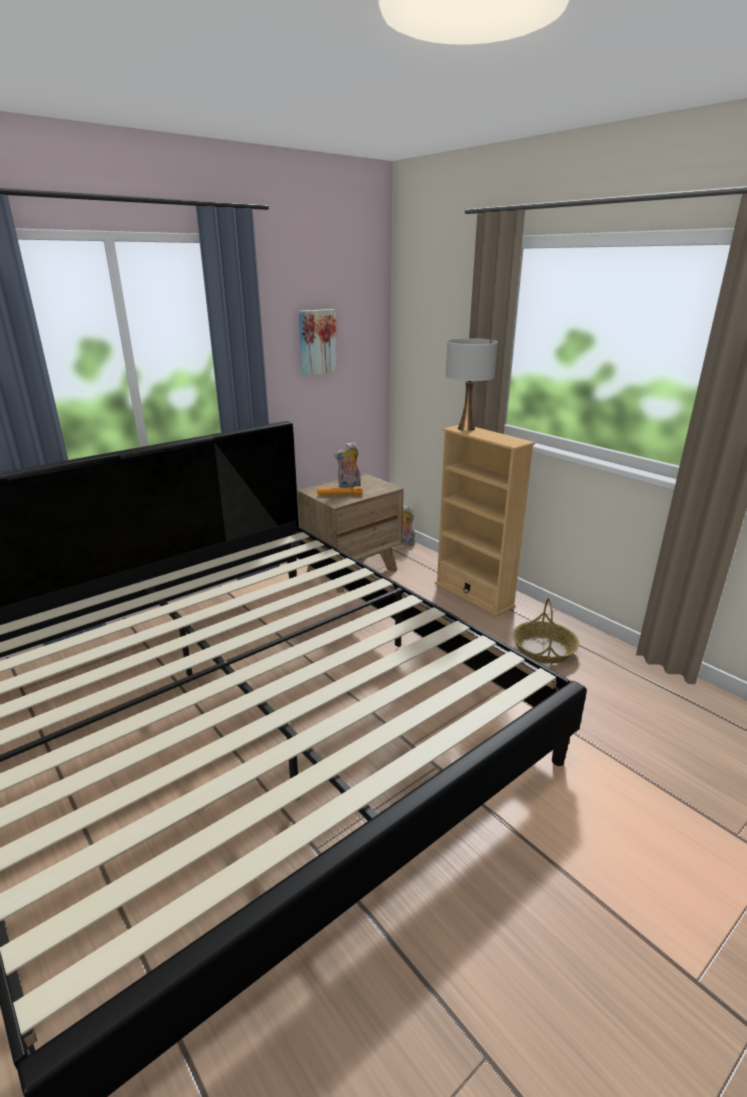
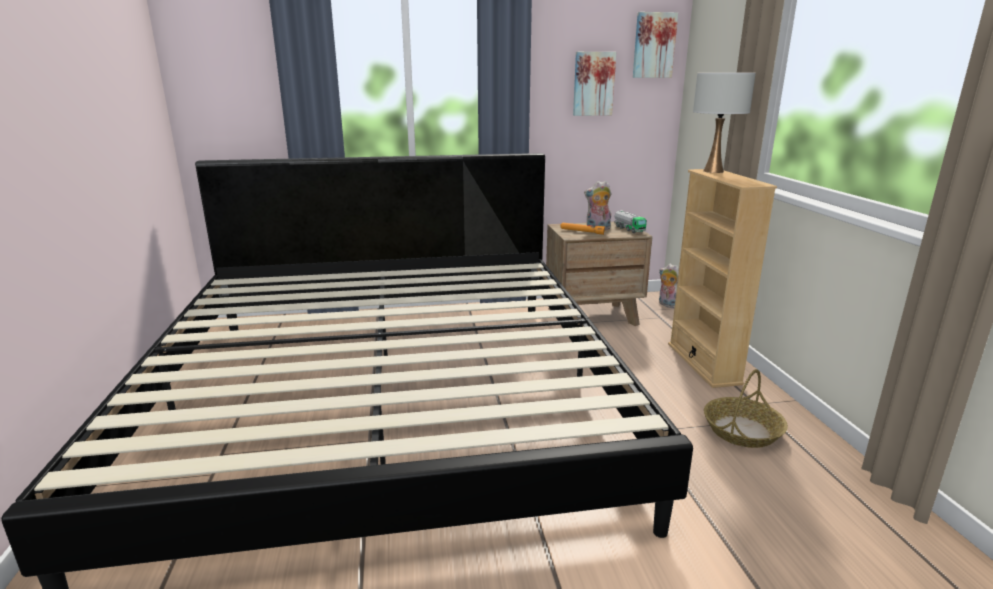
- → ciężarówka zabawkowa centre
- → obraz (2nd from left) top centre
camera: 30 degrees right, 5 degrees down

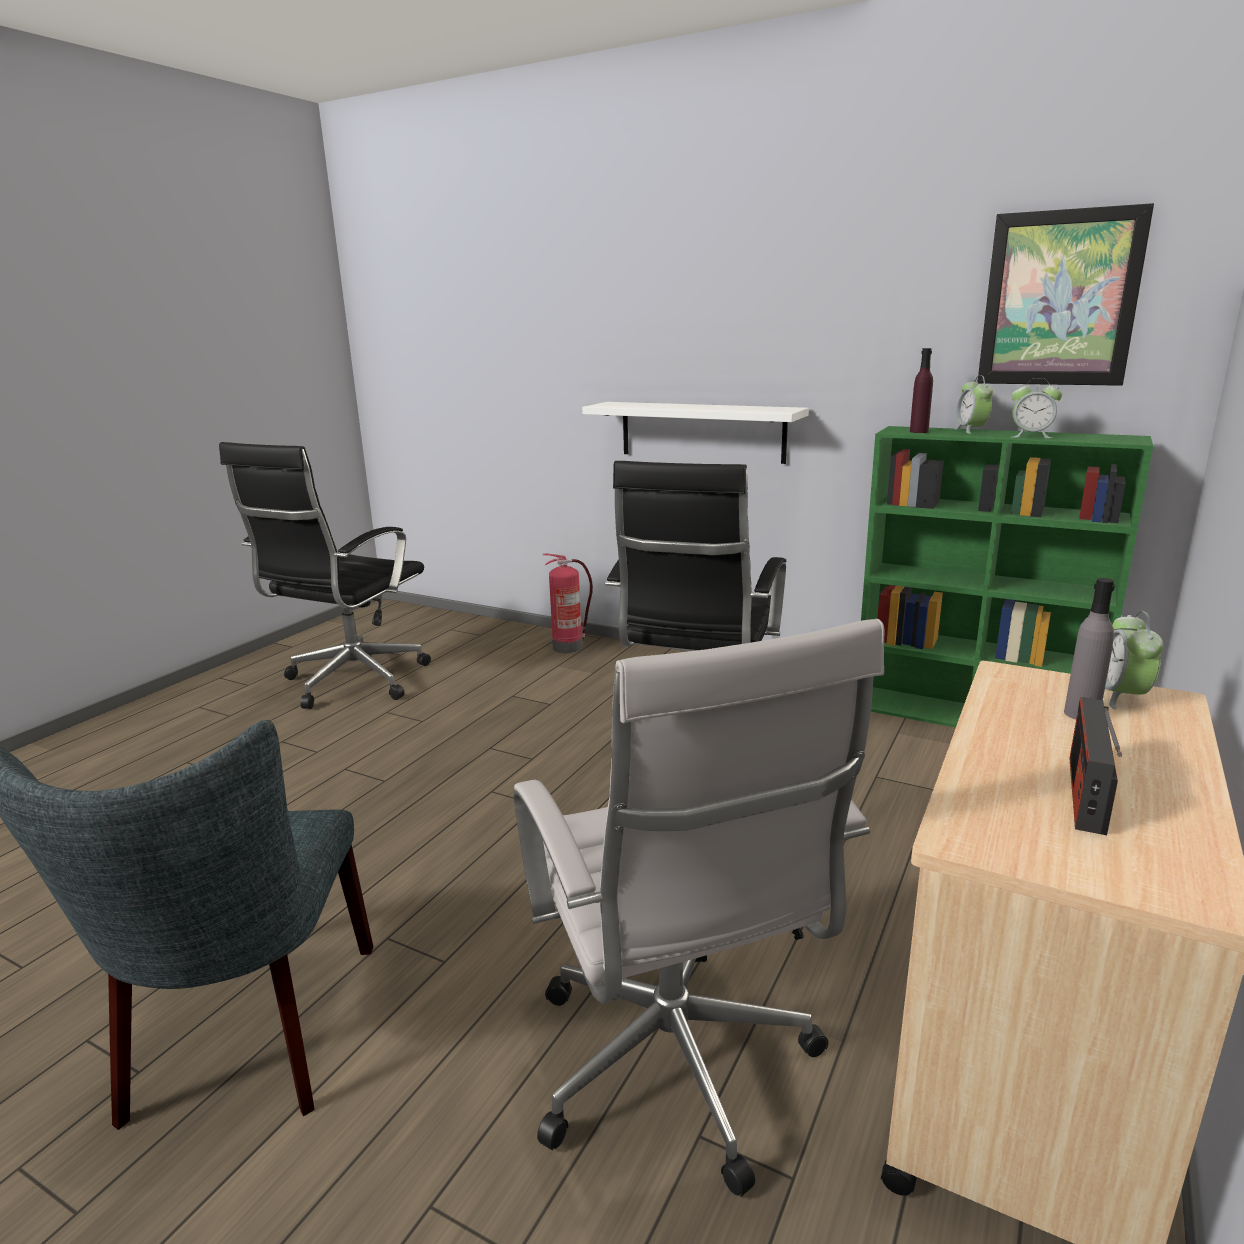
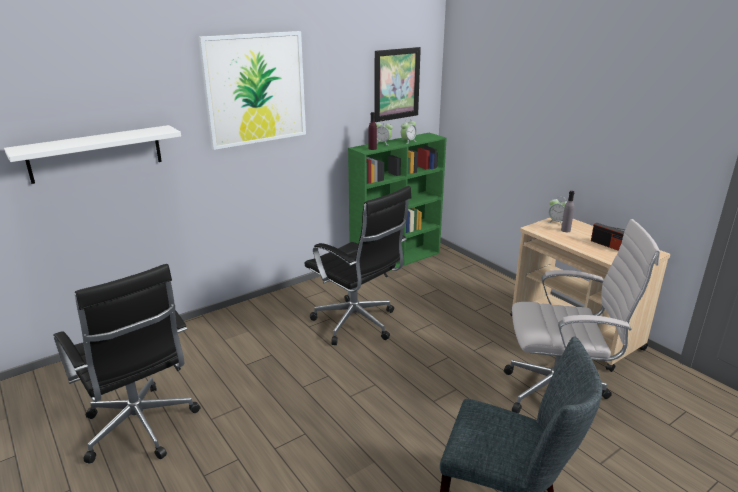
półka (biały) centre → półka (biały) top left, move
- → obraz (1st from left) top centre
gaśnica centre → -
camera: 65 degrees left, 5 degrees up

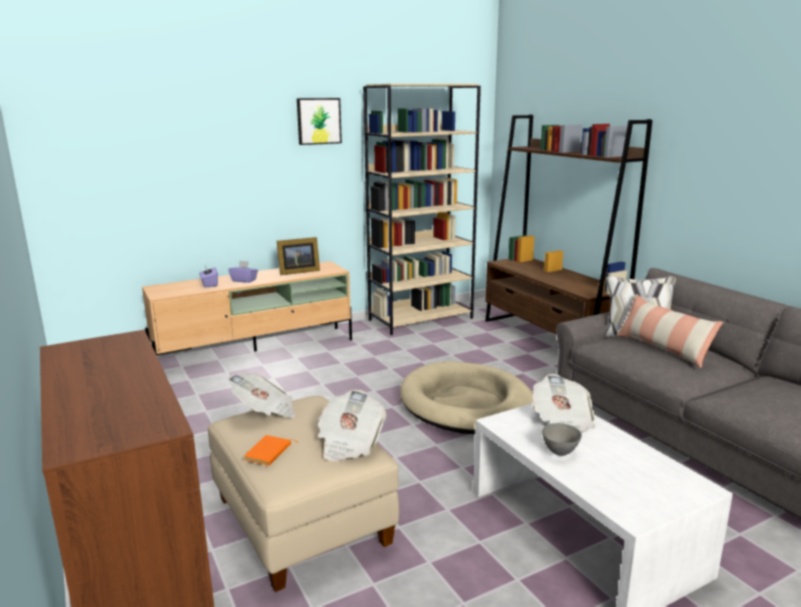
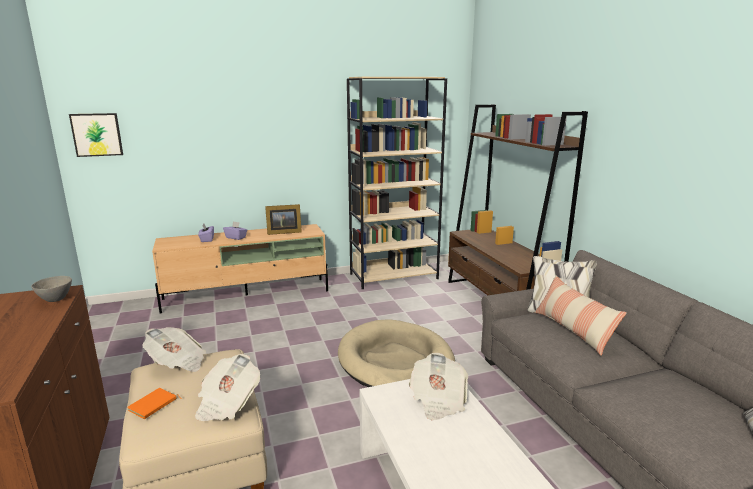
miska (szary) bottom right → miska (szary) middle left, move
obraz top centre → obraz top left, move
camera: 10 degrees right, 0 degrees up

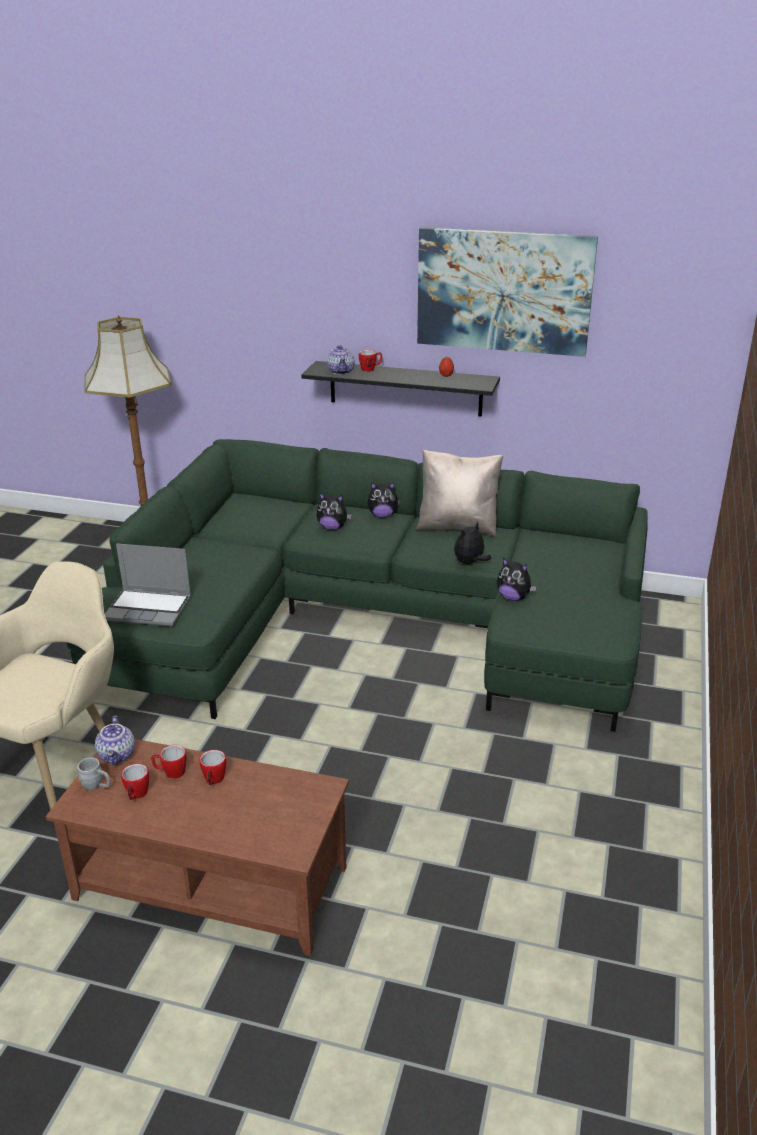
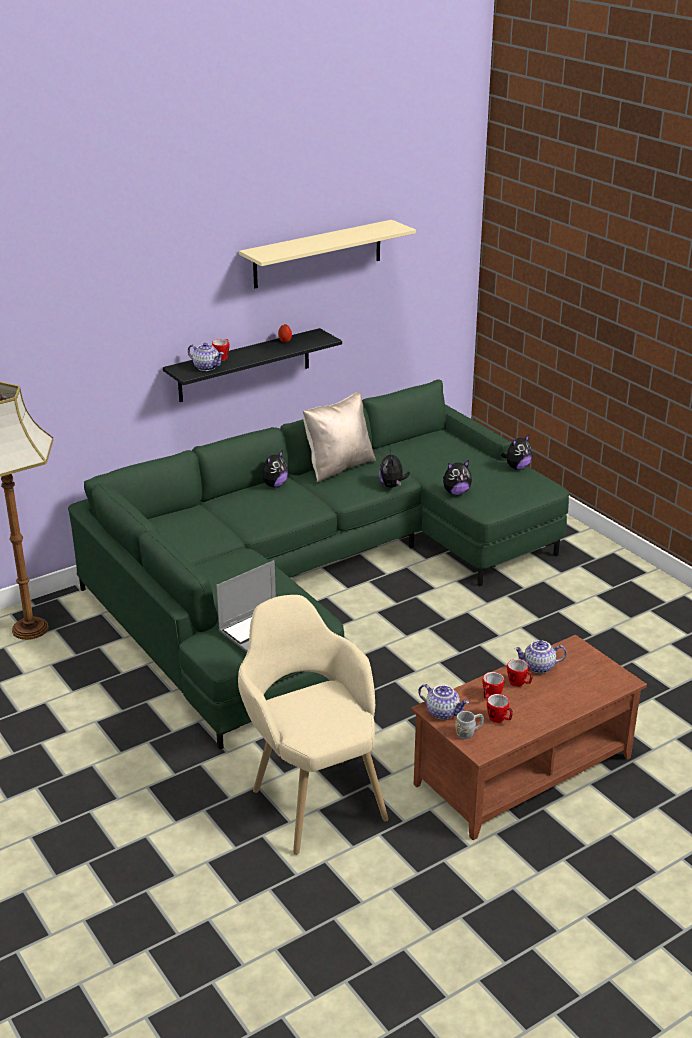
obraz top right → półka (beżowy) top centre
pluszak (1st from left in the first image) centre → pluszak (4th from left) middle right, move
- → imbryk (3rd from left) middle right
camera: 50 degrees left, 0 degrees up

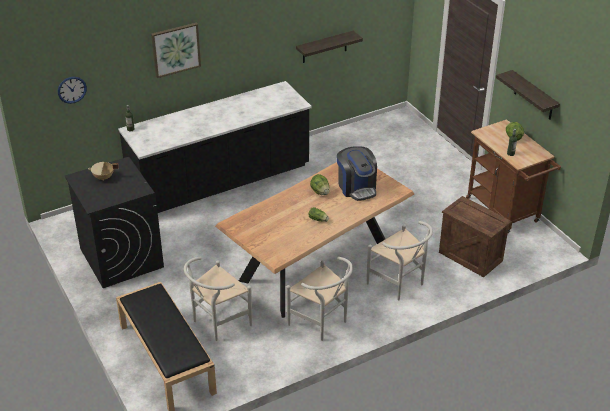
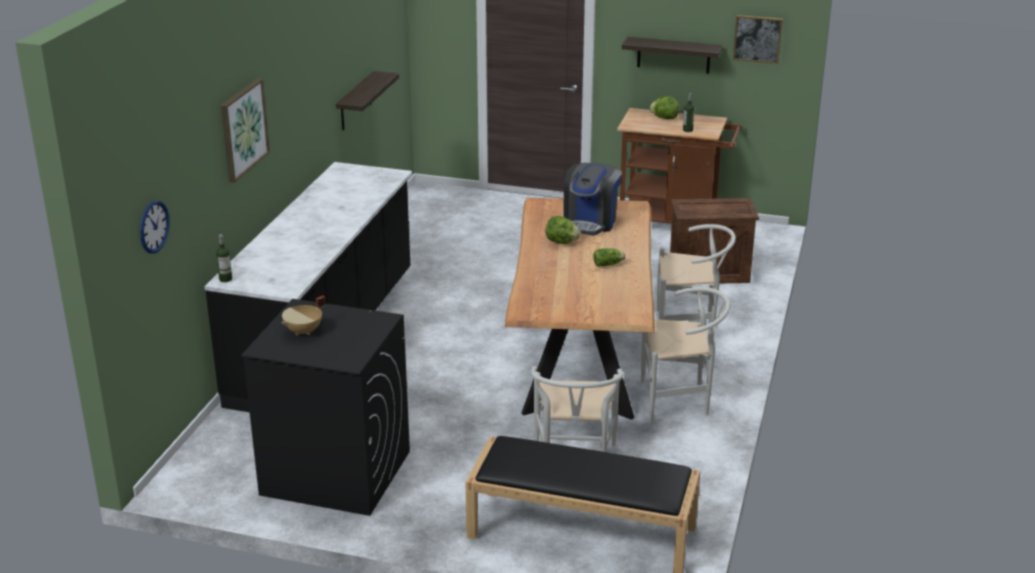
ekspres do kawy centre, 90 degrees clockwise
- → obraz (2nd from left) top right
camera: 45 degrees left, 10 degrees down

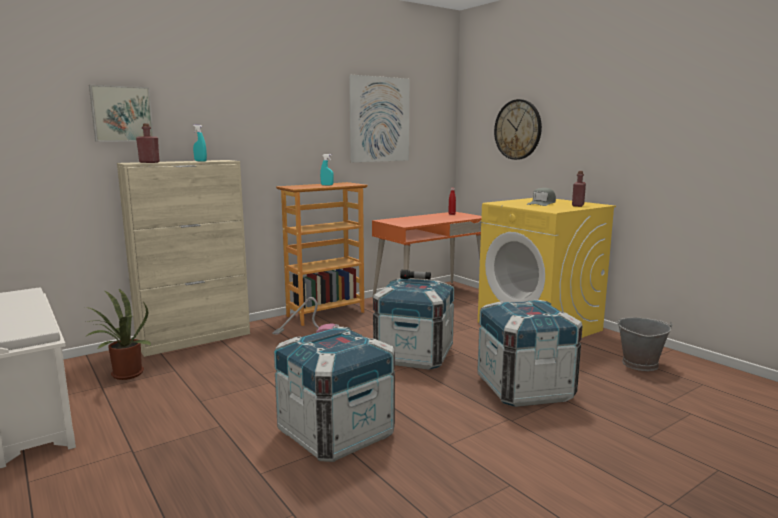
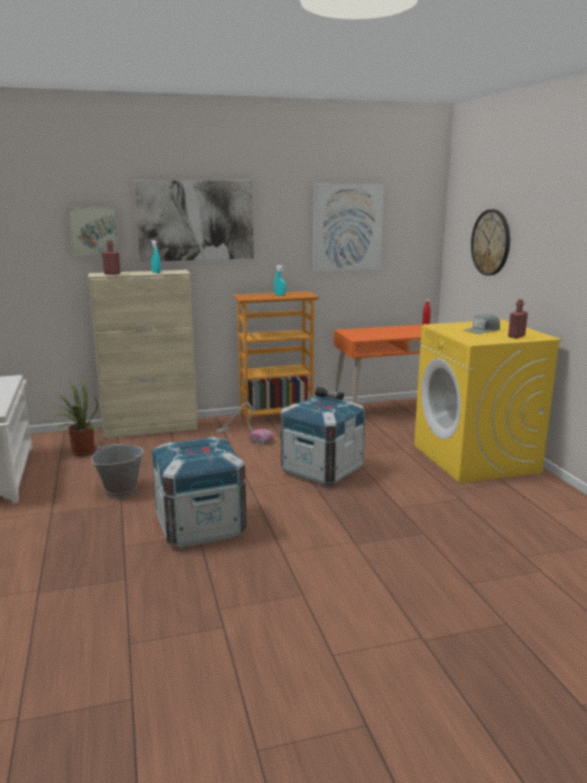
wiadro (szary) middle right → wiadro (szary) middle left, move
- → obraz (2nd from left) top left
skrzynka (3rd from left) bottom right → -
camera: 20 degrees right, 5 degrees up

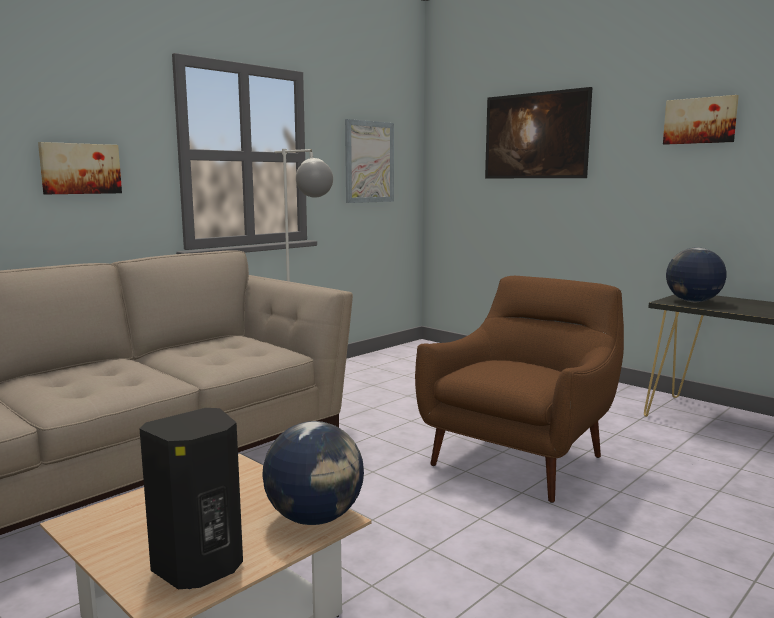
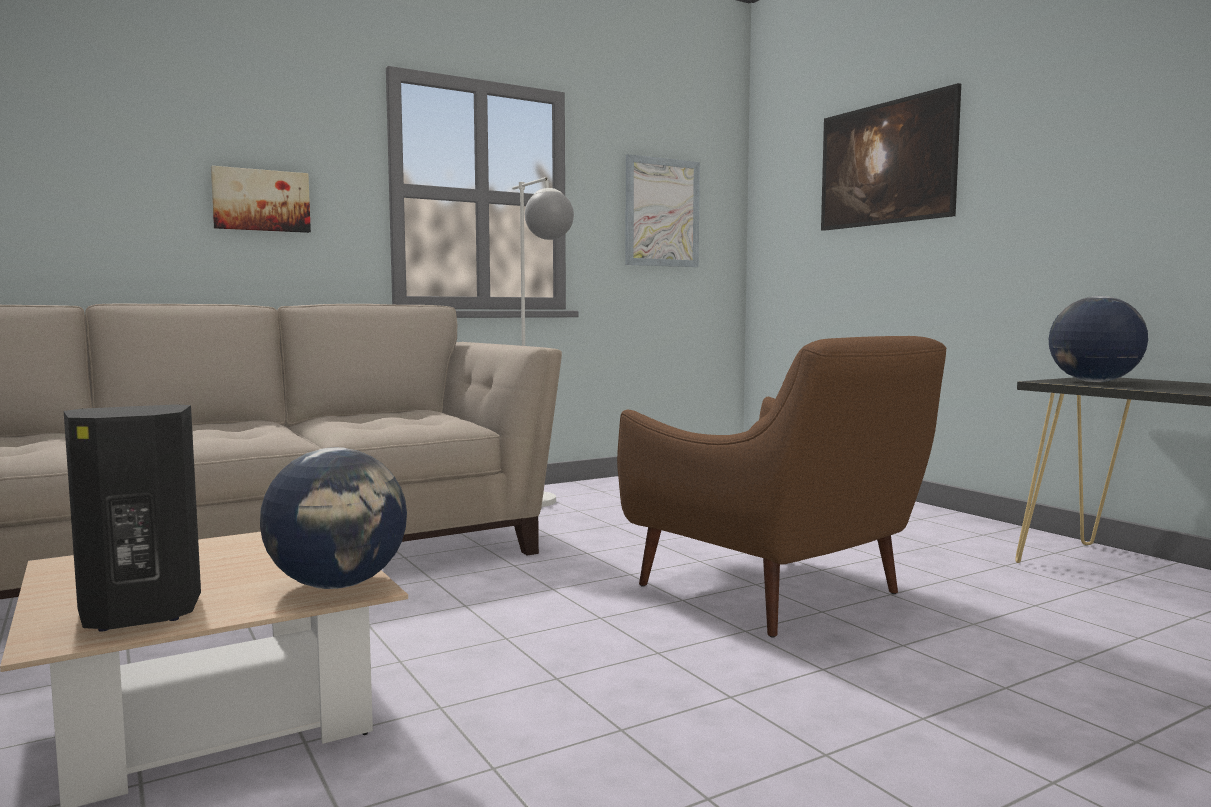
fotel (brązowy) middle right → fotel (brązowy) centre, 90 degrees clockwise
obraz (4th from left) top right → -
camera: 15 degrees right, 5 degrees down

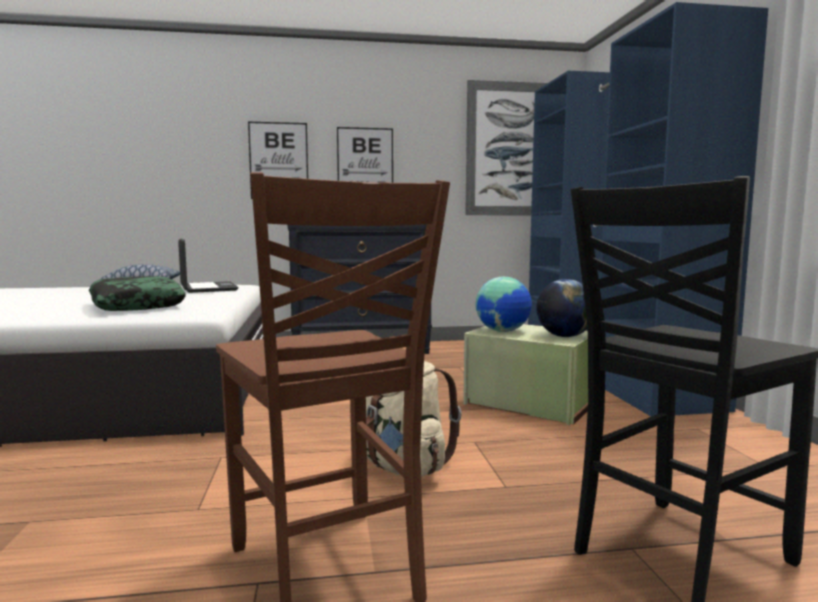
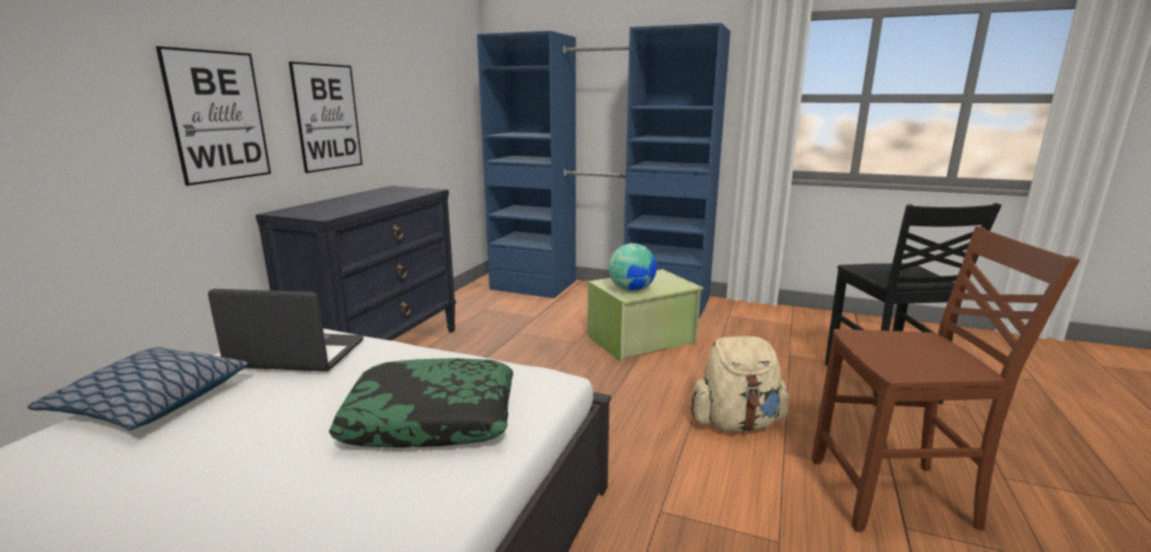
obraz (3rd from left) top centre → -
globus (2nd from left) middle right → -
camera: 60 degrees left, 10 degrees up

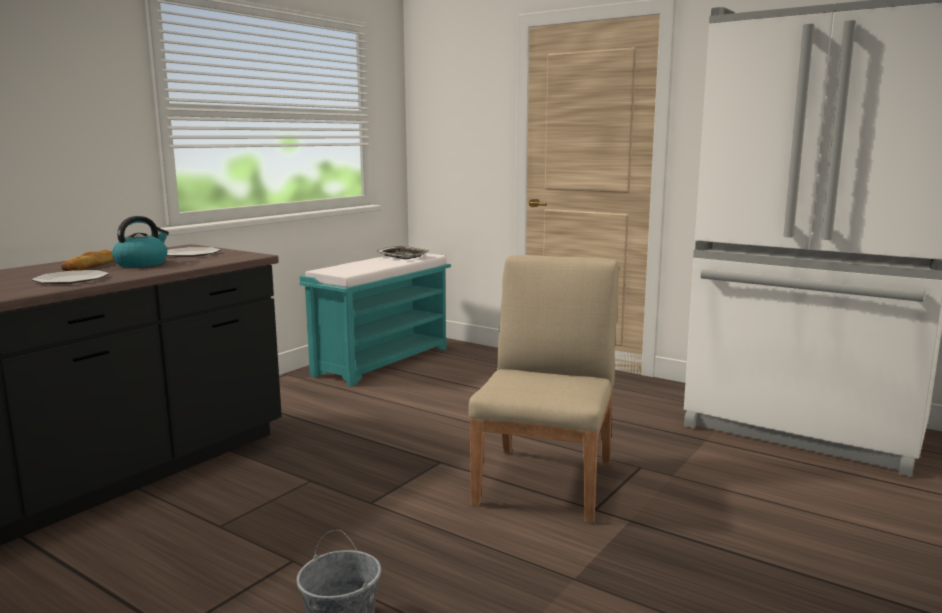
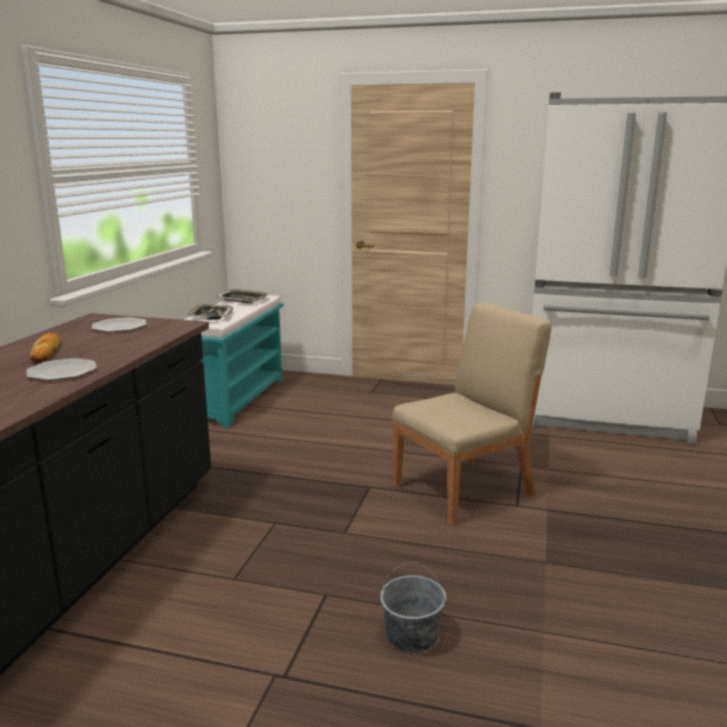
- → taca (1st from left) middle left
krzesło (beżowy) centre, 60 degrees clockwise
czajnik middle left → -
camera: 20 degrees left, 5 degrees up

